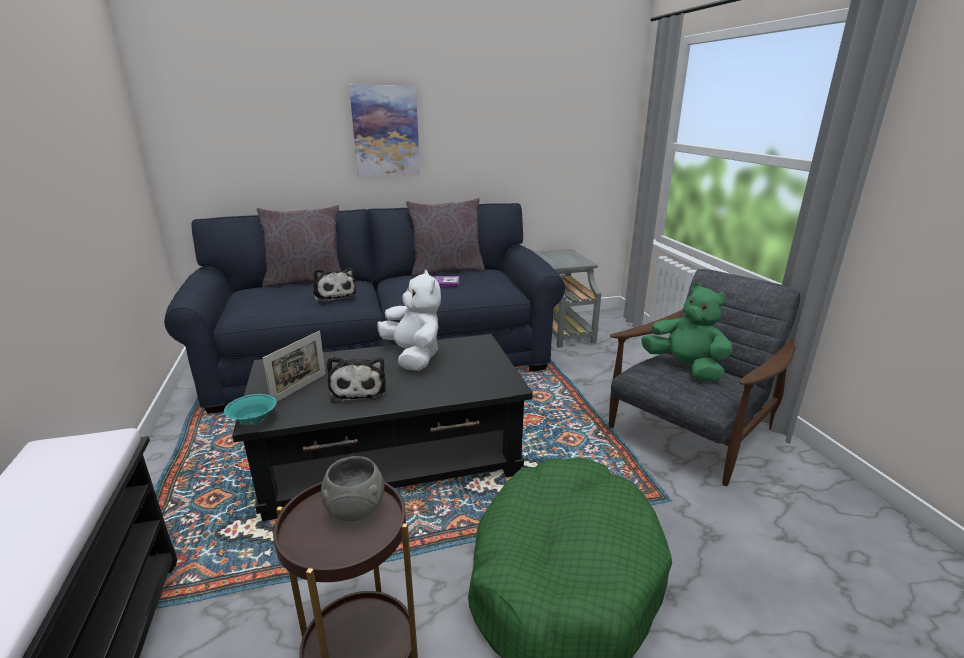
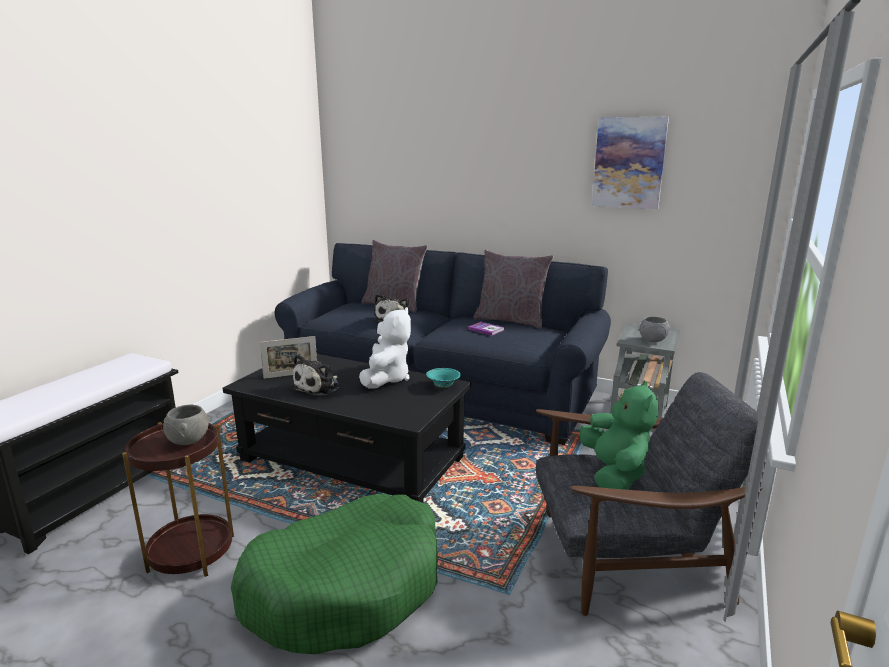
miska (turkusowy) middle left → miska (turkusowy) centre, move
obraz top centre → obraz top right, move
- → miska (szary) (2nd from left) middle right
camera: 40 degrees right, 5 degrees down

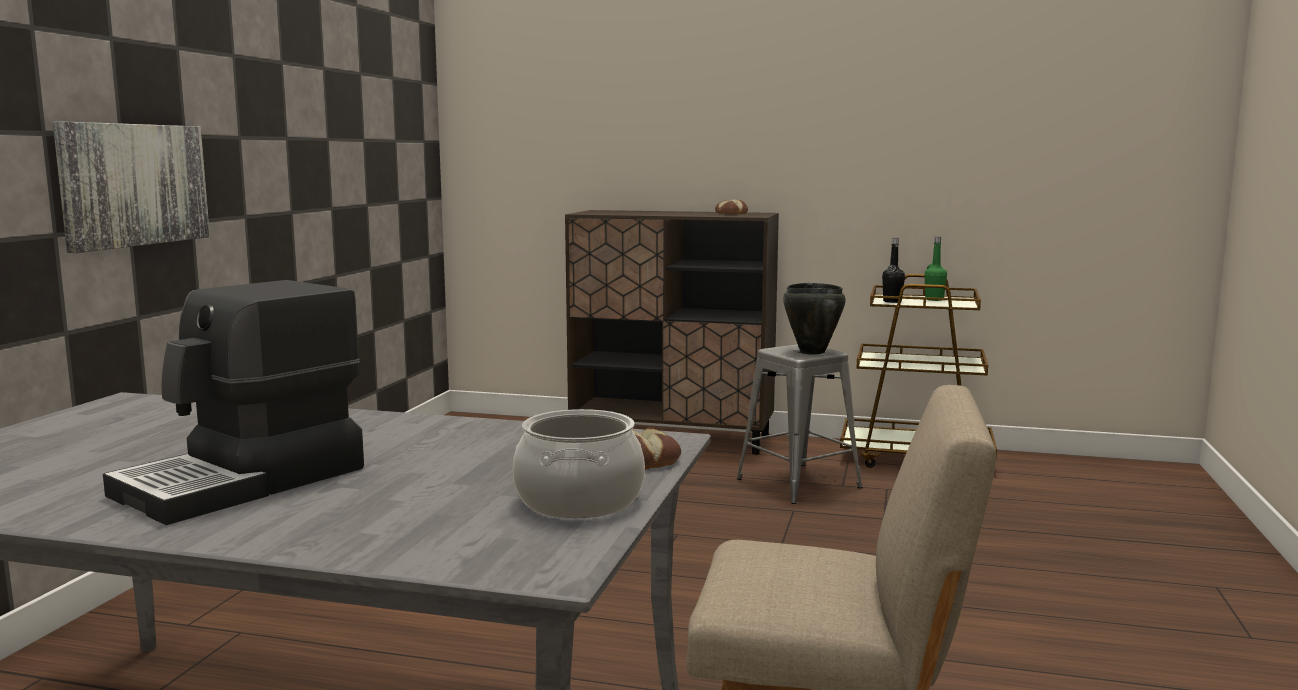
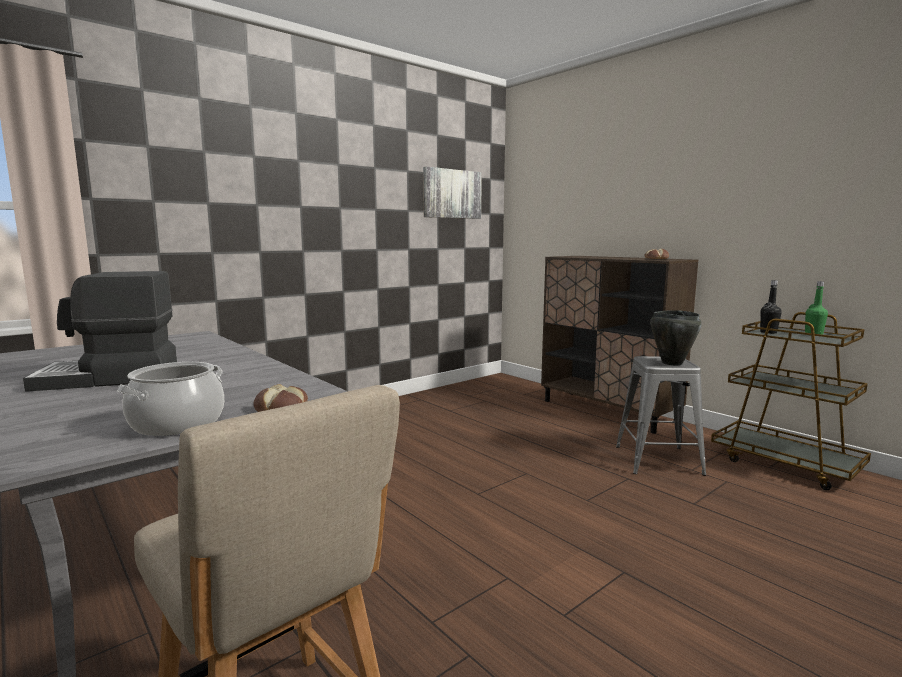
obraz top left → obraz top centre, move
camera: 35 degrees right, 0 degrees up

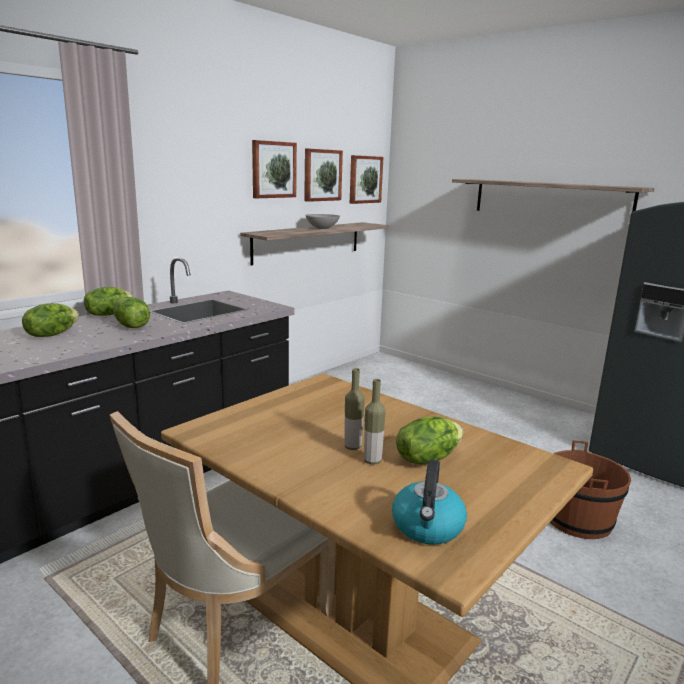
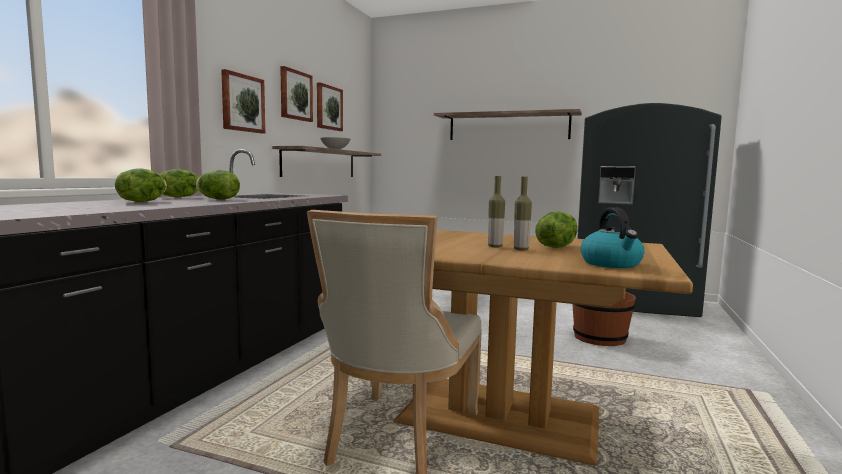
obraz (3rd from left in the first image) top centre → obraz (1st from left) top left, move
camera: 20 degrees left, 10 degrees down

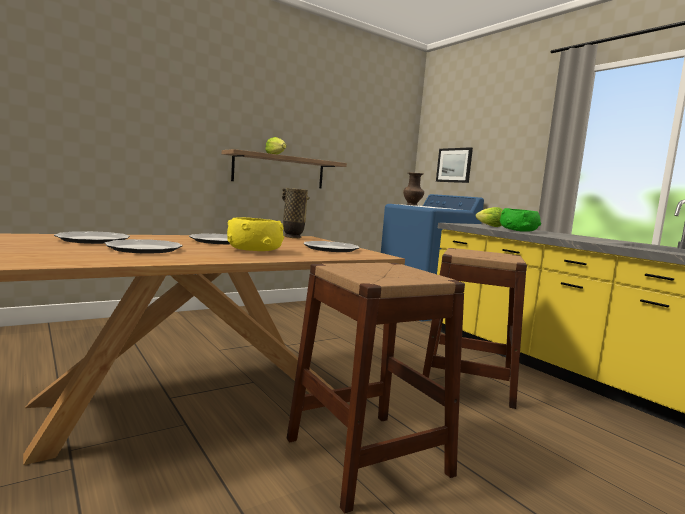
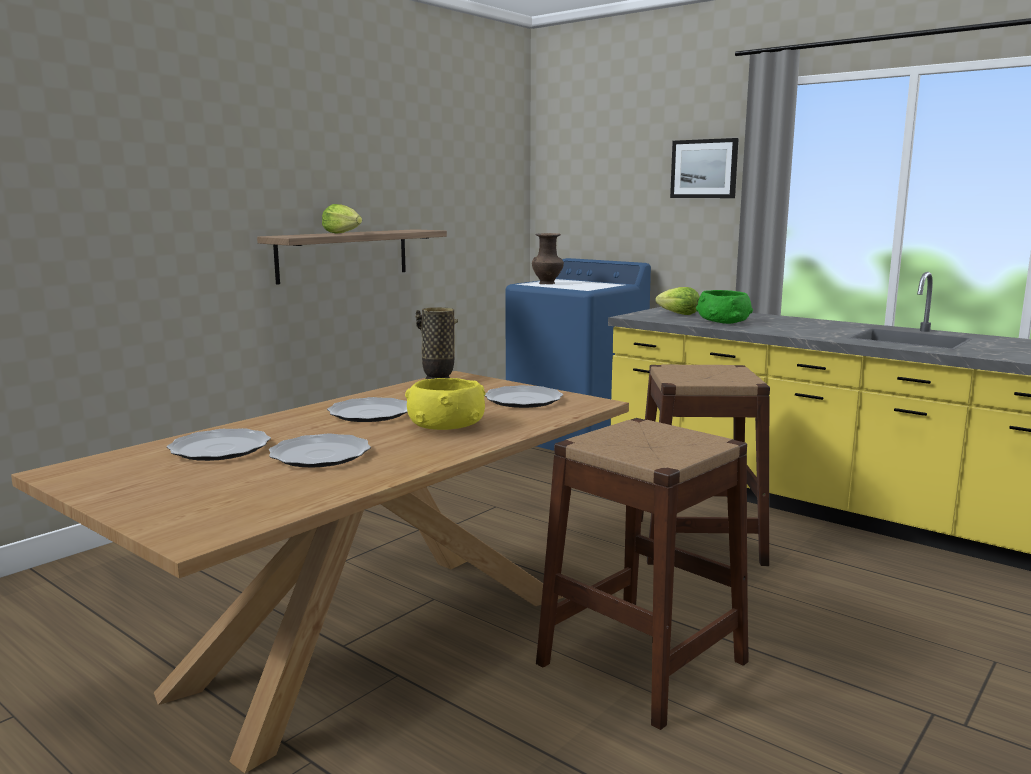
obraz top centre → obraz top right, move
camera: 15 degrees left, 5 degrees up

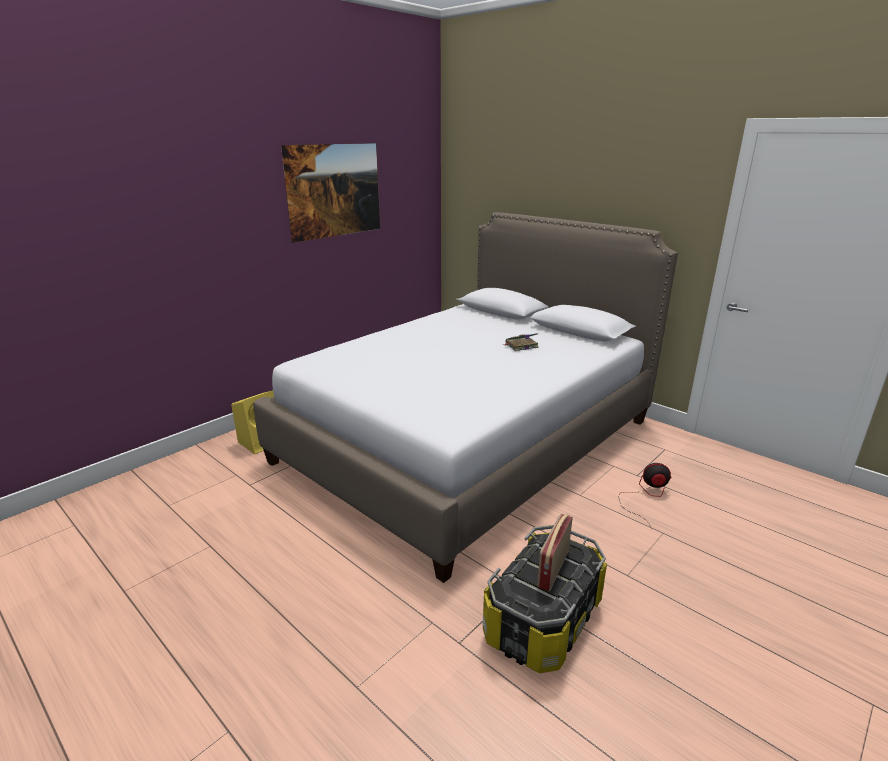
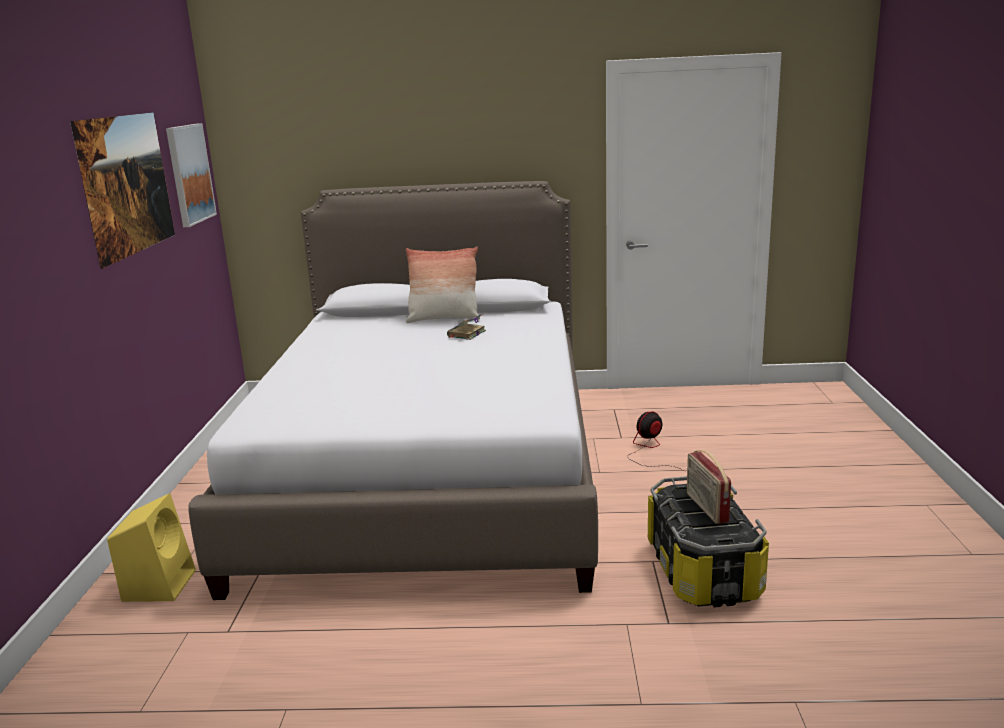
- → obraz (2nd from left) top left
- → poduszka centre
camera: 40 degrees left, 5 degrees down

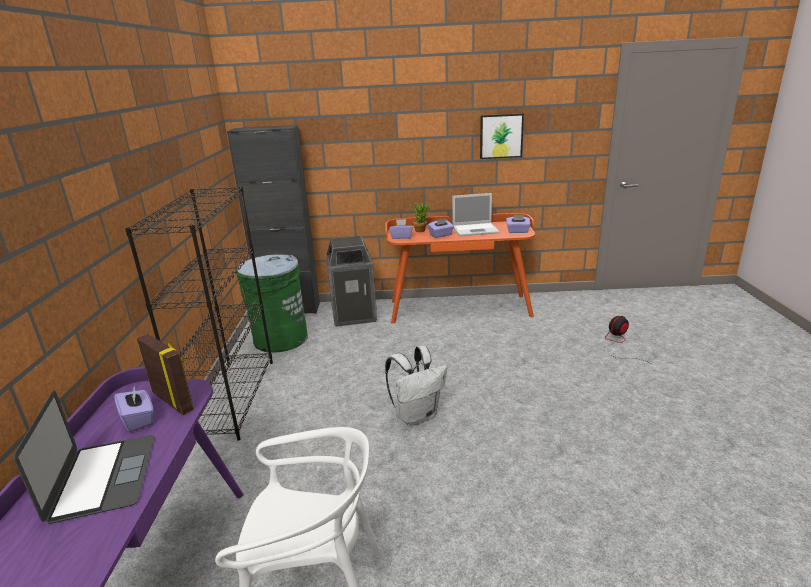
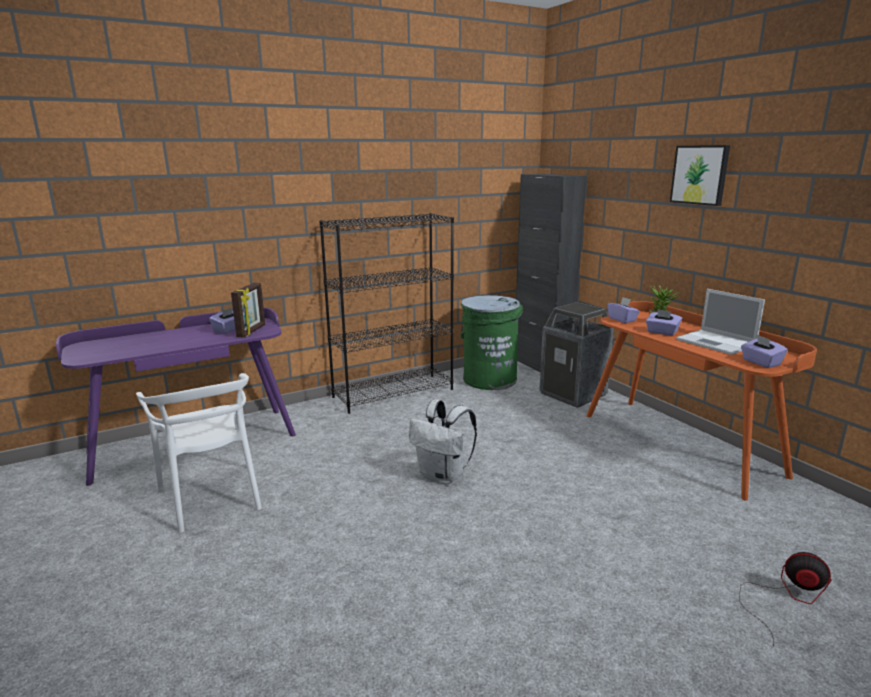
obraz top centre → obraz top right, move
laptop (1st from left) bottom left → -
camera: 60 degrees right, 5 degrees down

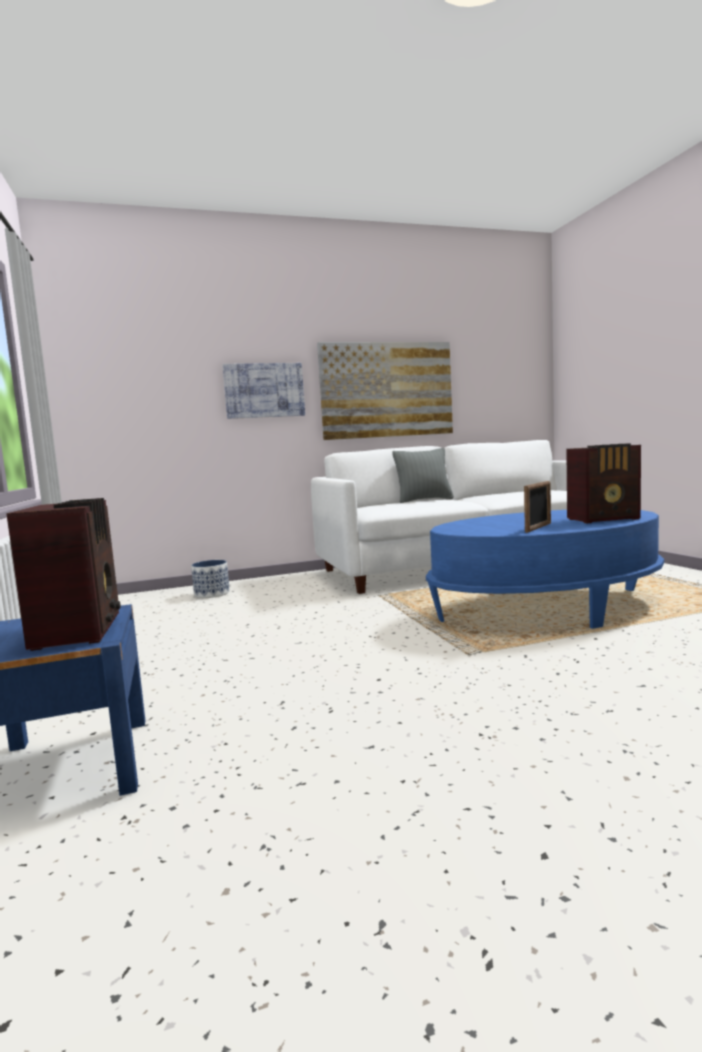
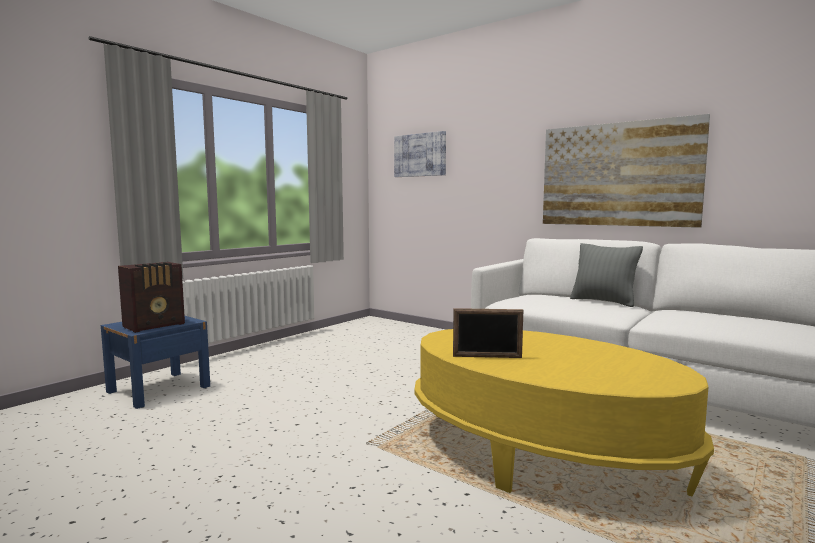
obraz (1st from left) centre → obraz (1st from left) top centre, move
ława (niebieski) middle right → ława (żółty) bottom right
donica middle left → -
radio (2nd from left) middle right → -
camera: 55 degrees right, 0 degrees up

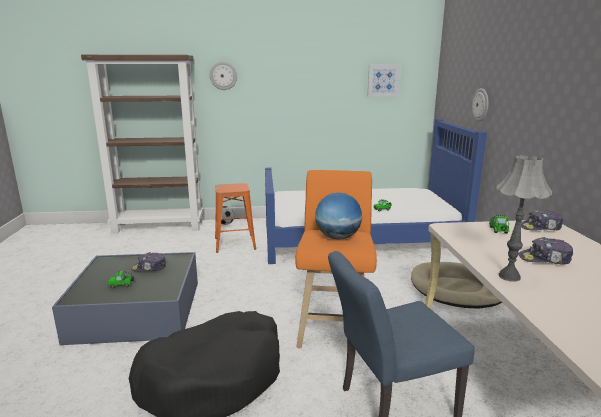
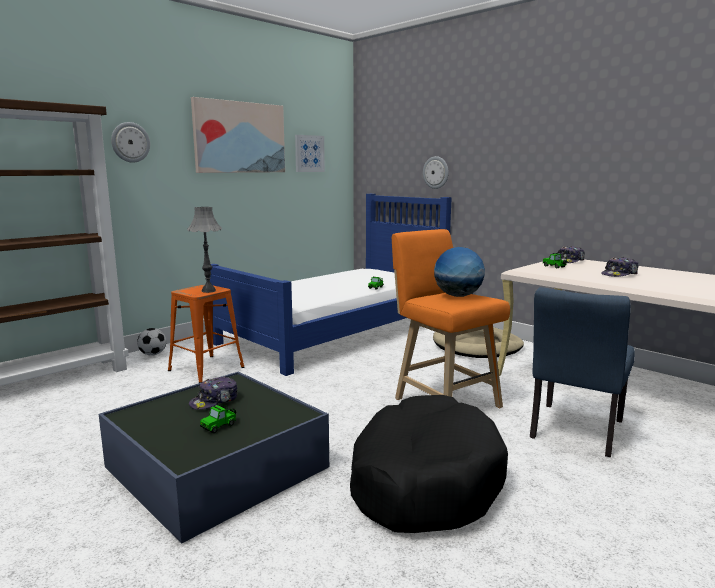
lampa stołowa (szary) middle right → lampa stołowa (szary) middle left, move
- → obraz (1st from left) top left
camera: 40 degrees left, 5 degrees down

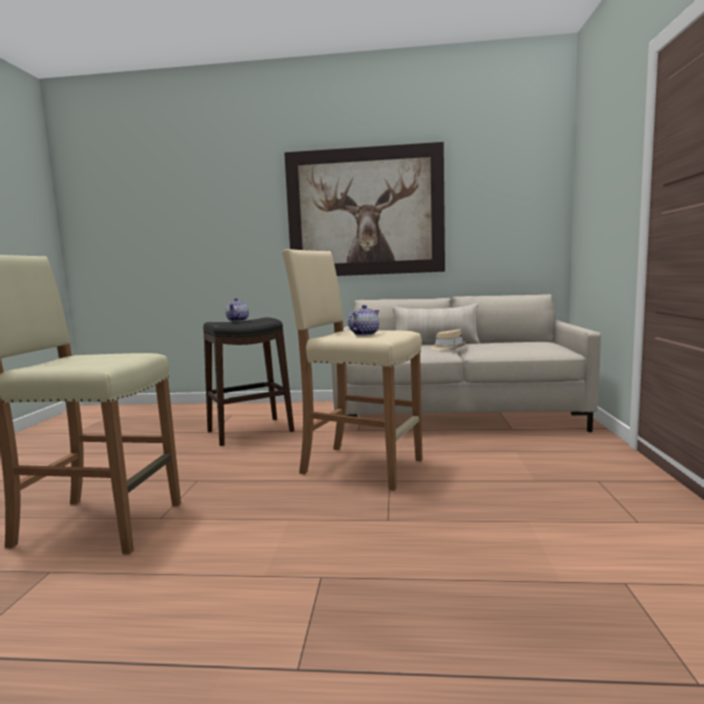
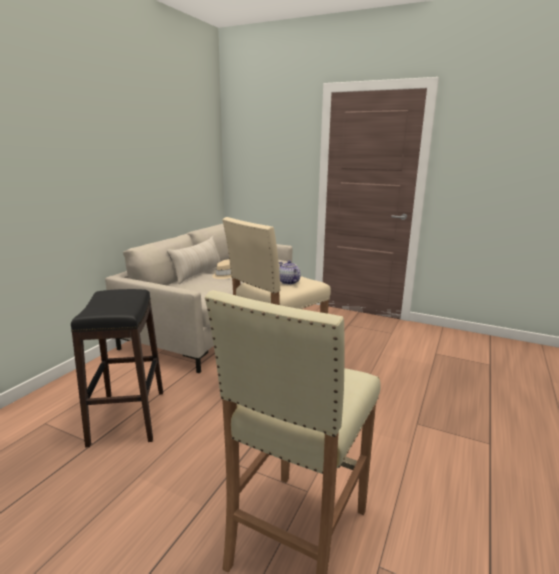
imbryk (1st from left) centre → -
obraz top centre → -
camera: 70 degrees left, 10 degrees up

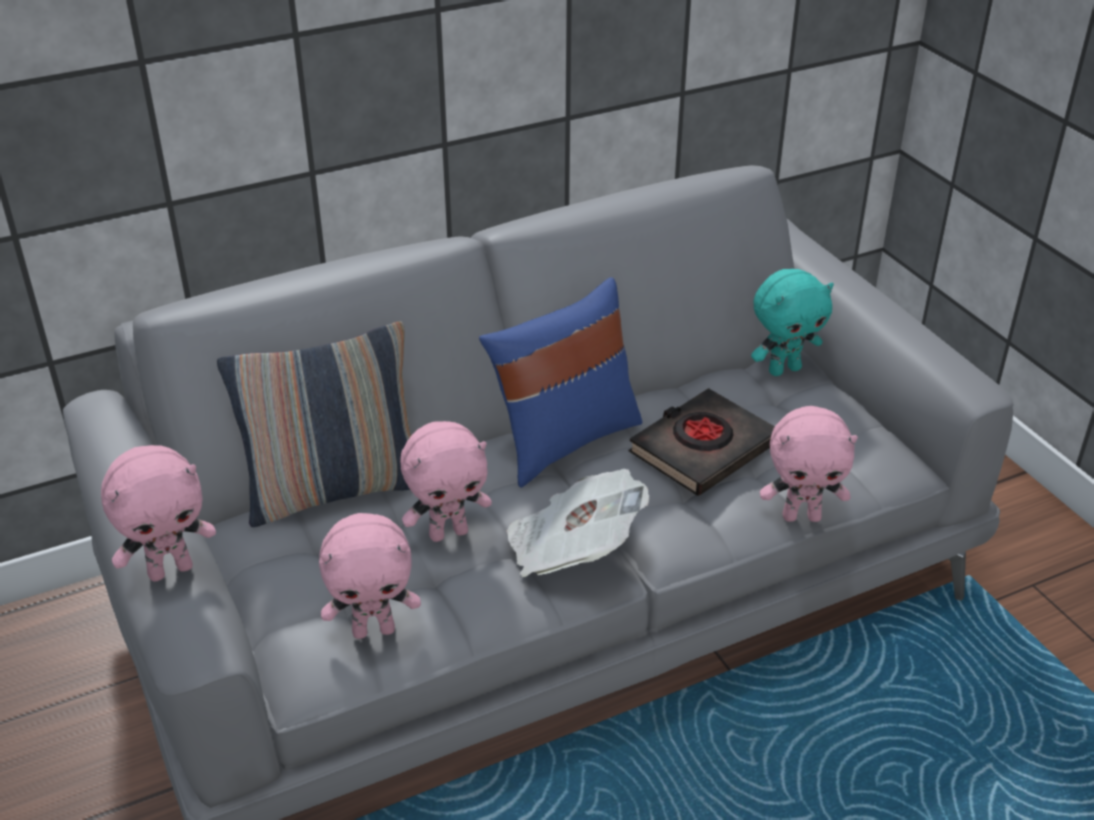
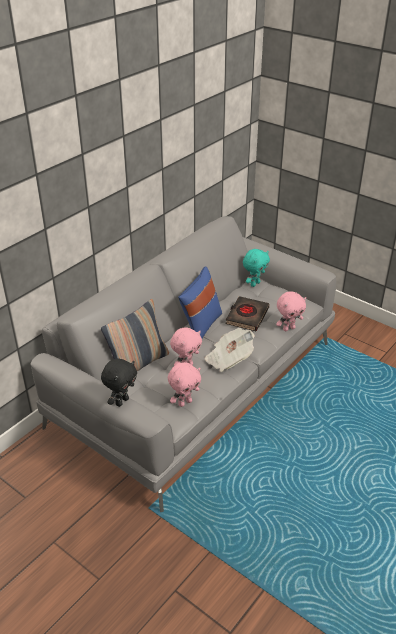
pluszak (różowy) (1st from left) middle left → pluszak (czarny) middle left
camera: 25 degrees left, 0 degrees up

